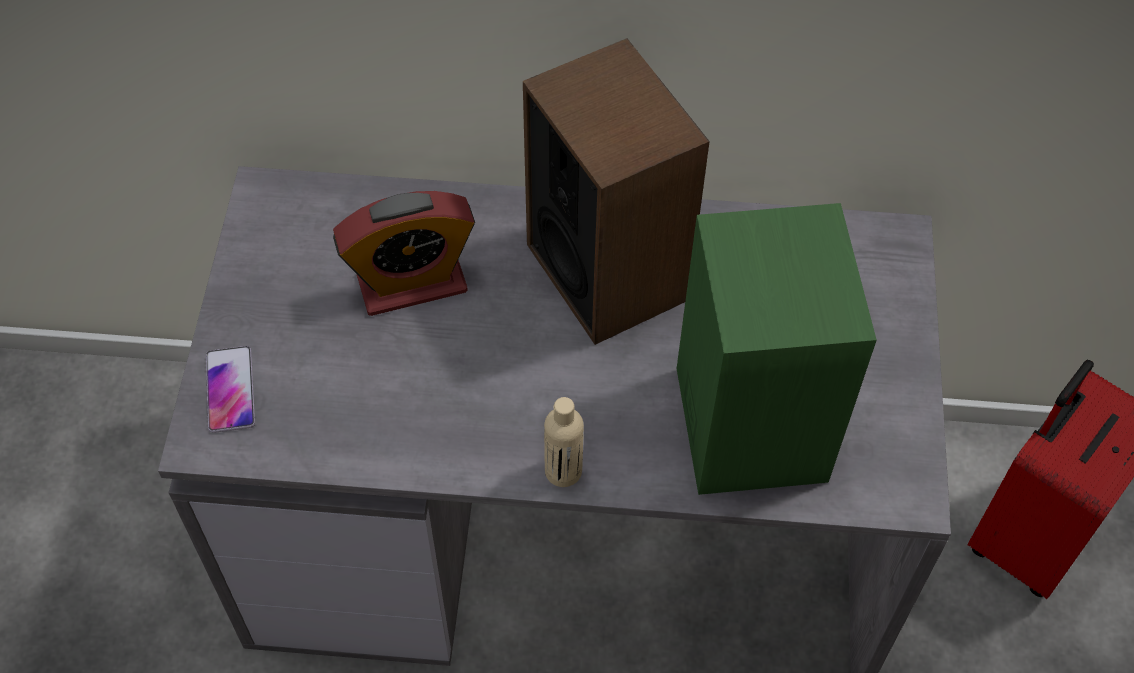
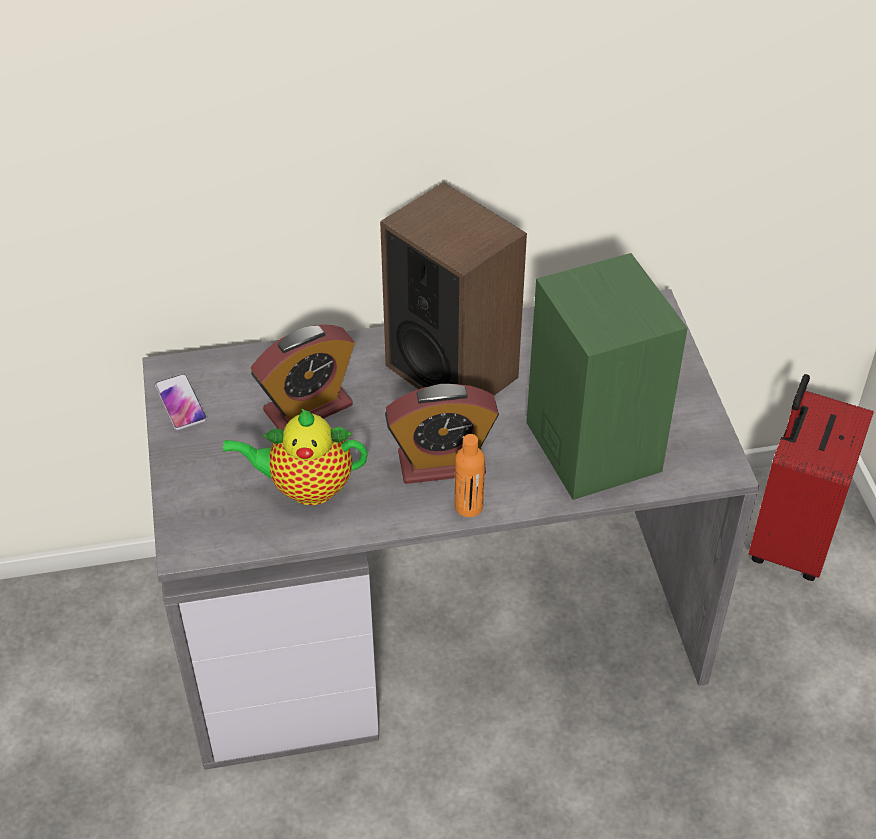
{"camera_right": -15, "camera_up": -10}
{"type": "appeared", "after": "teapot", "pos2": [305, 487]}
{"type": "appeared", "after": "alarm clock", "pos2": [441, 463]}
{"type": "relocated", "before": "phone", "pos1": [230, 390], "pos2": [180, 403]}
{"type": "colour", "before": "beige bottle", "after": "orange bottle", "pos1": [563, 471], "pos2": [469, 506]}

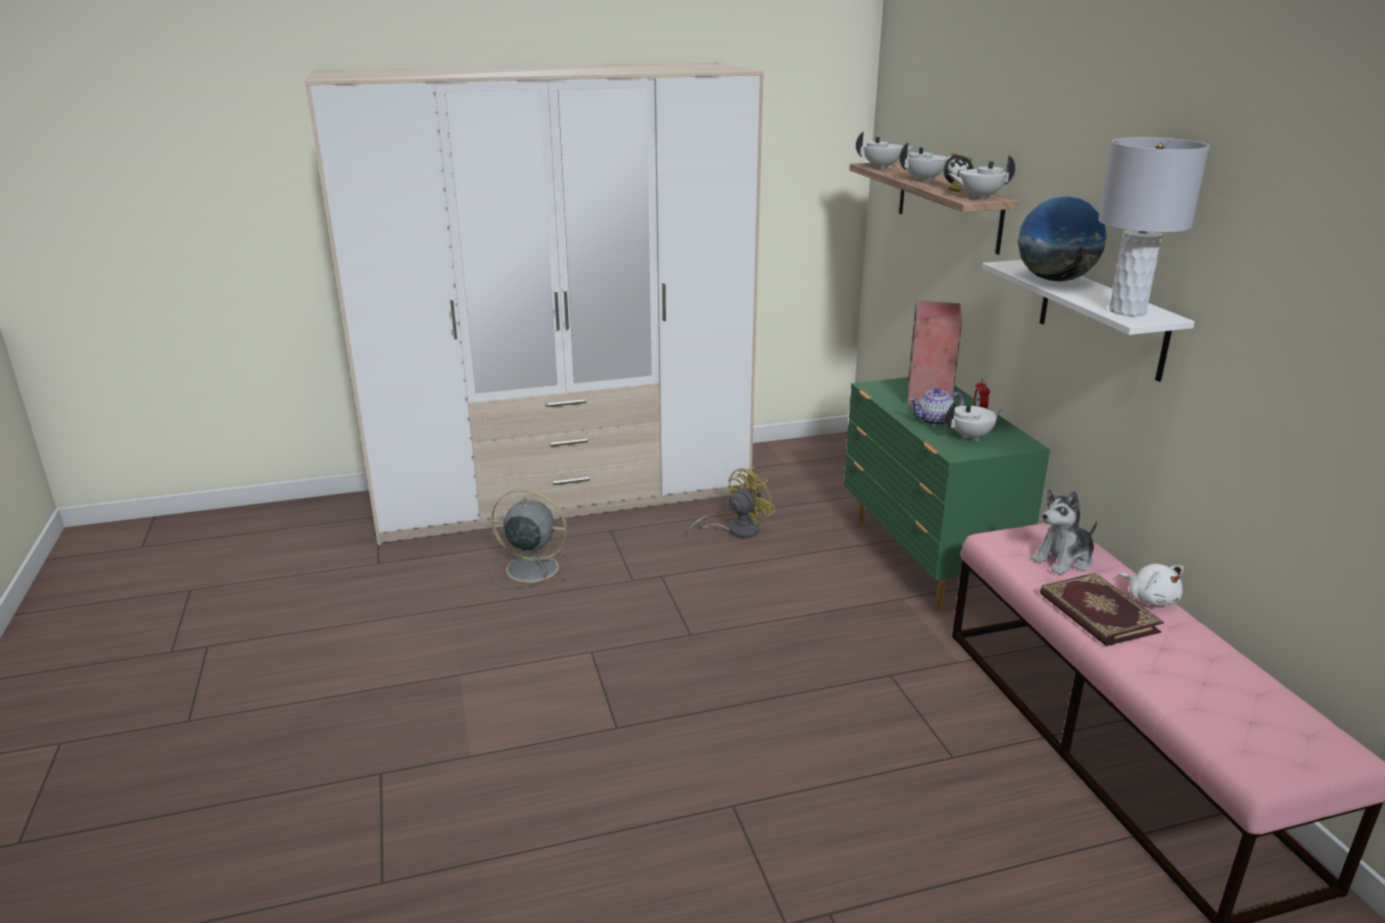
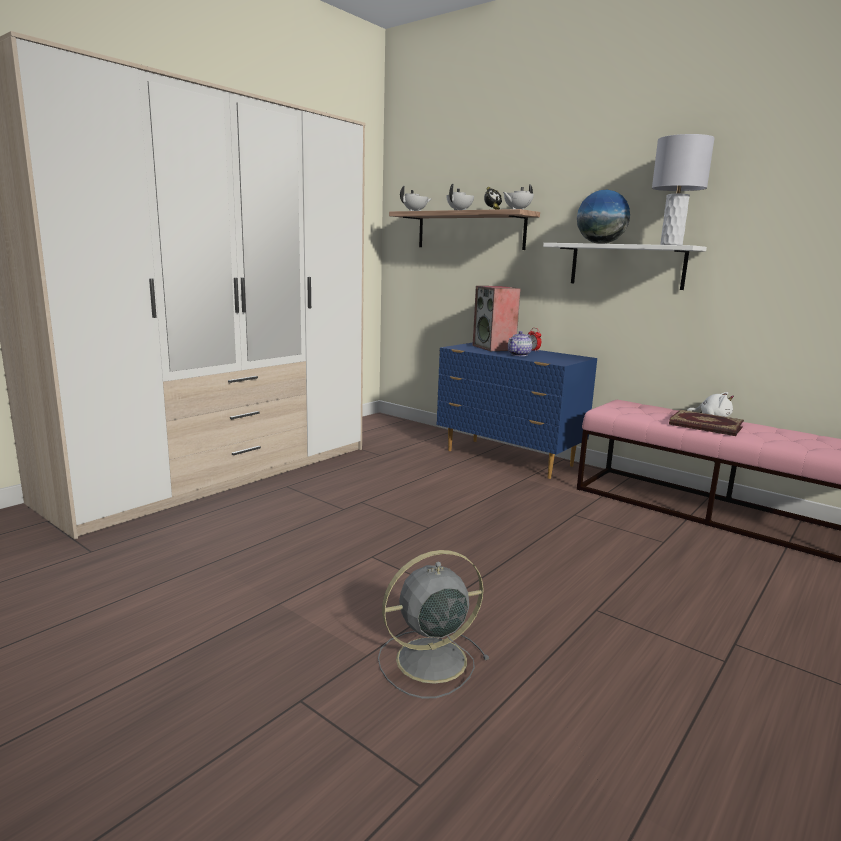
{"camera_right": -35, "camera_up": -10}
{"type": "missing", "before": "yellow fan", "pos1": [736, 530]}
{"type": "missing", "before": "white teapot", "pos1": [971, 436]}
{"type": "missing", "before": "plush toy", "pos1": [1063, 560]}
{"type": "relocated", "before": "grey fan", "pos1": [530, 568], "pos2": [428, 660]}
{"type": "colour", "before": "green dresser", "after": "blue dresser", "pos1": [926, 558], "pos2": [509, 459]}

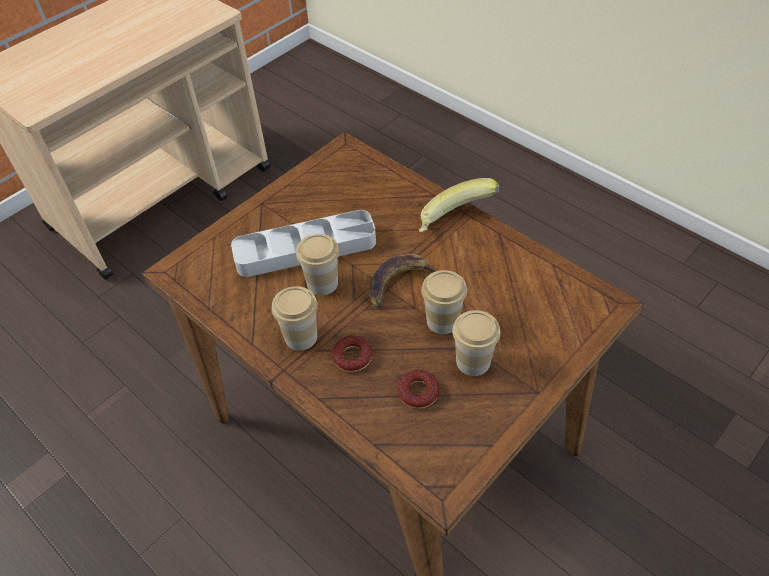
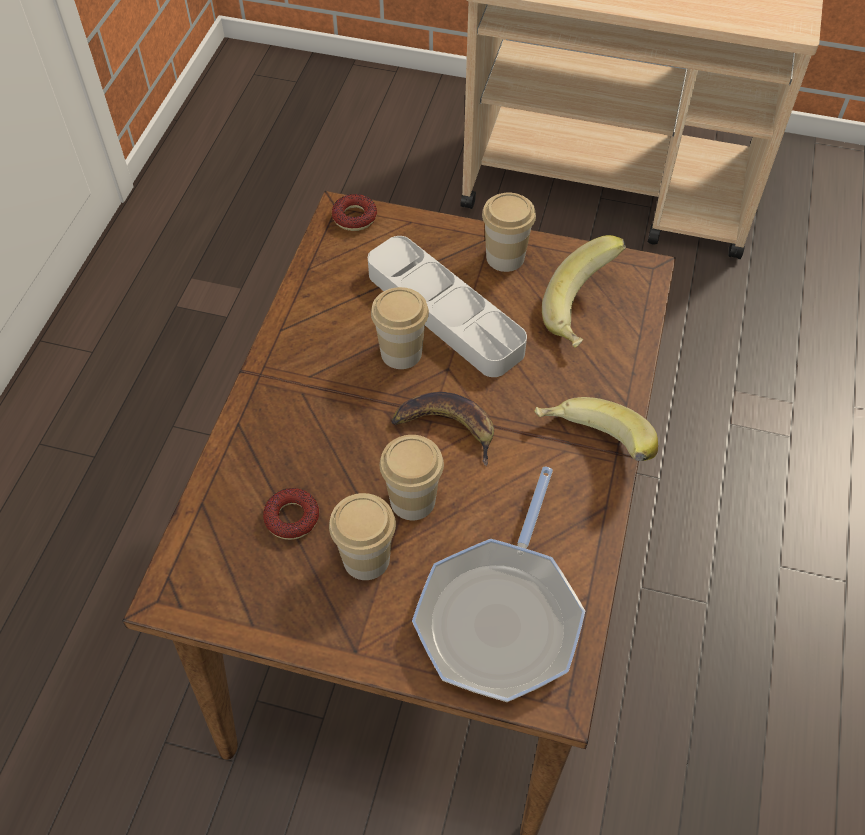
{"camera_right": 60, "camera_up": 5}
{"type": "appeared", "after": "frying pan", "pos2": [501, 615]}
{"type": "appeared", "after": "banana", "pos2": [584, 313]}
{"type": "relocated", "before": "cup", "pos1": [301, 337], "pos2": [505, 257]}
{"type": "relocated", "before": "donut", "pos1": [352, 357], "pos2": [355, 217]}

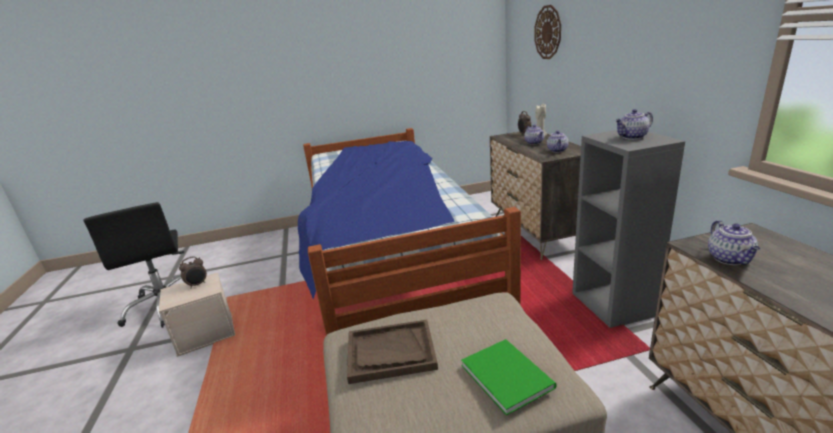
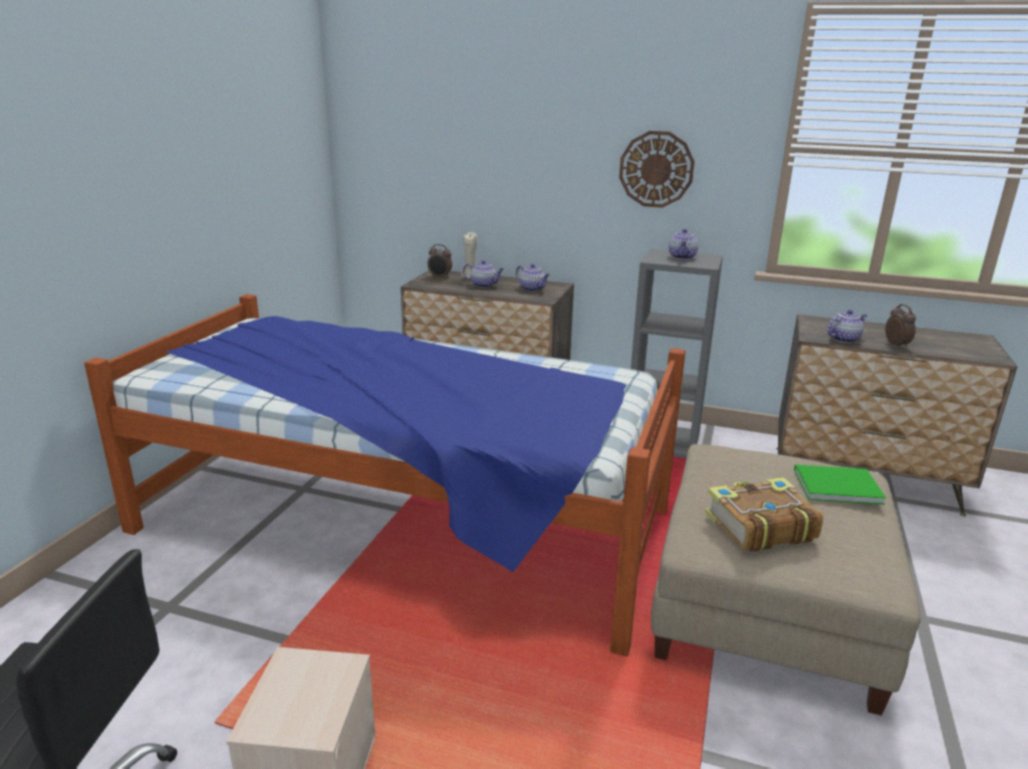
{"camera_right": -60, "camera_up": 0}
{"type": "relocated", "before": "alarm clock", "pos1": [197, 284], "pos2": [896, 345]}
{"type": "relocated", "before": "wall clock", "pos1": [548, 32], "pos2": [656, 169]}
{"type": "exchanged", "before": "brown tray", "after": "book", "pos1": [390, 353], "pos2": [758, 527]}
{"type": "spun", "before": "teapot", "pos1": [730, 259], "pos2": [844, 339], "turn": -60}

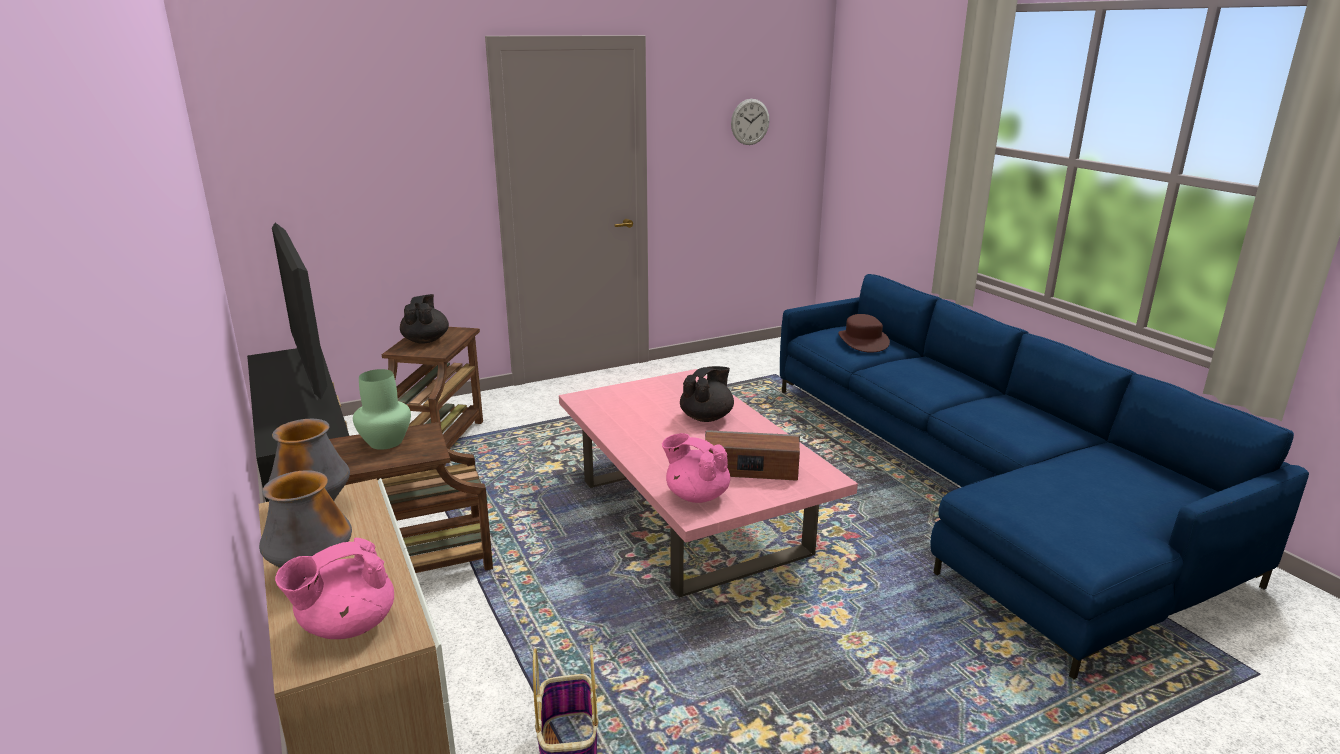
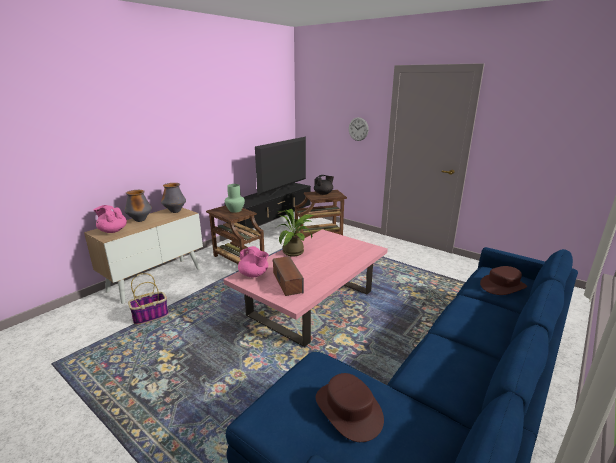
{"camera_right": 65, "camera_up": 0}
{"type": "missing", "before": "black teapot", "pos1": [707, 417]}
{"type": "appeared", "after": "potted plant", "pos2": [296, 252]}
{"type": "appeared", "after": "brown hat", "pos2": [348, 409]}
{"type": "relocated", "before": "wall clock", "pos1": [750, 122], "pos2": [358, 129]}
{"type": "spun", "before": "pink teapot", "pos1": [696, 495], "pos2": [254, 275], "turn": 120}

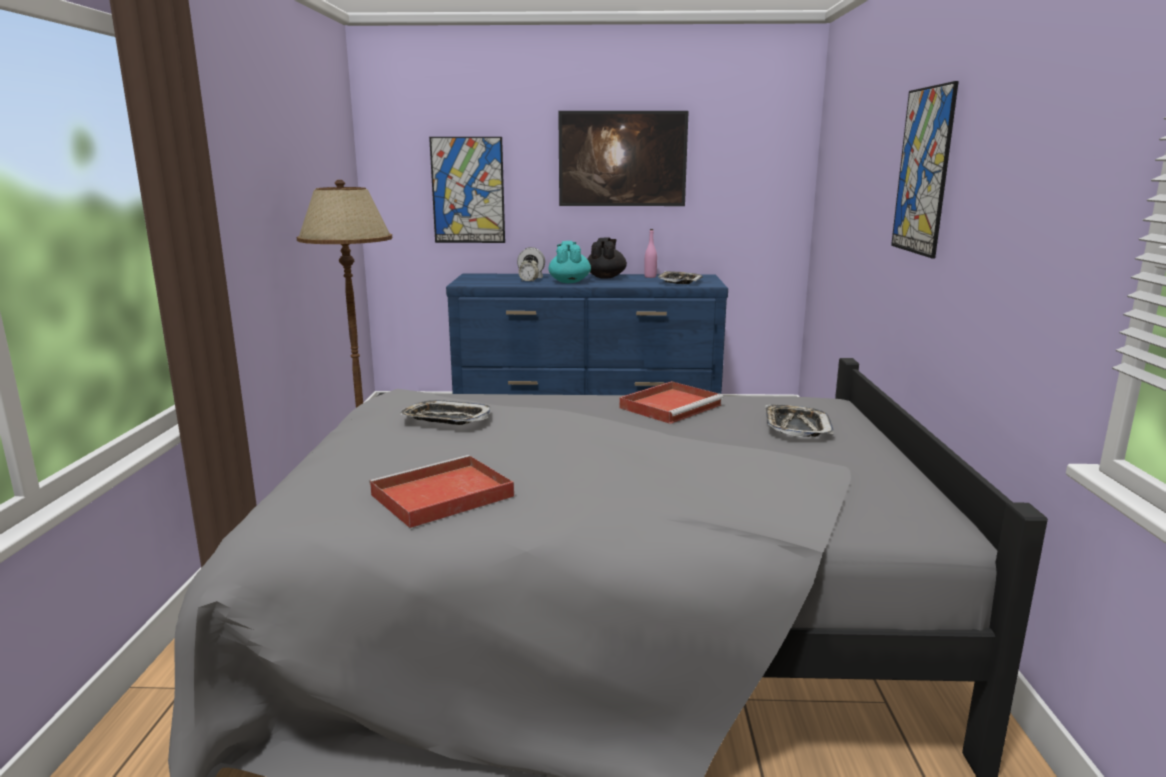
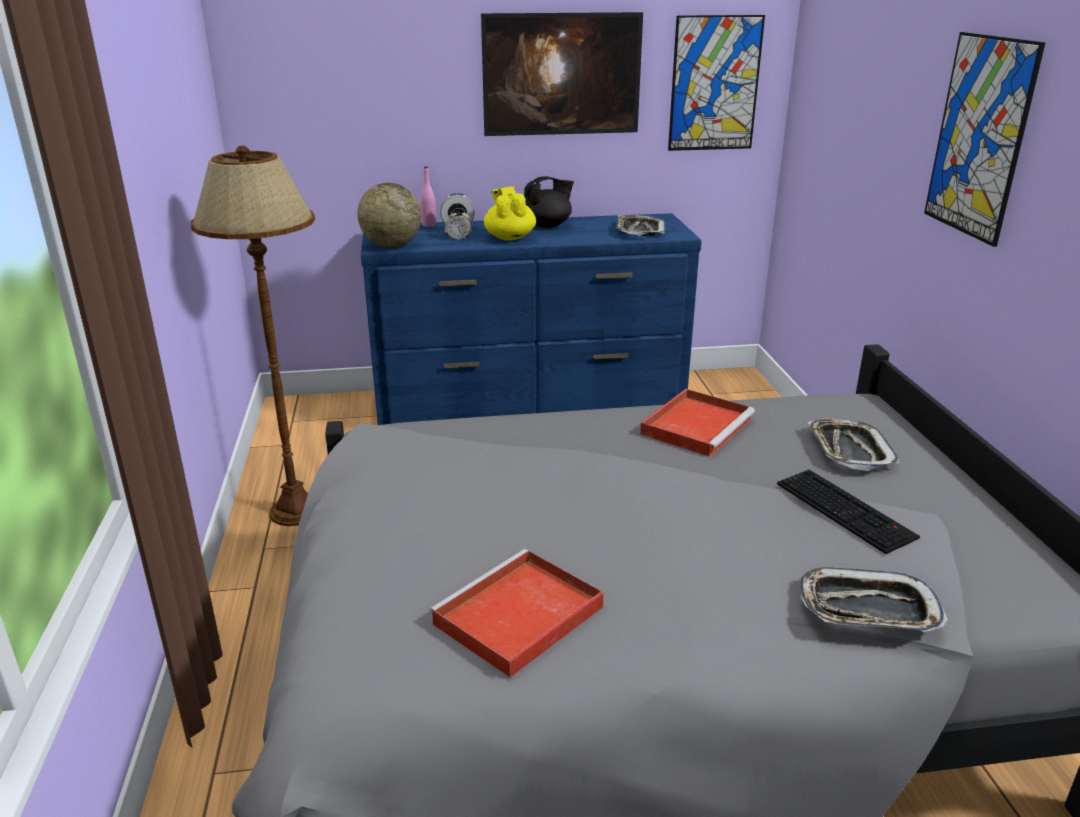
{"camera_right": -10, "camera_up": 10}
{"type": "appeared", "after": "globe", "pos2": [391, 245]}
{"type": "appeared", "after": "keyboard", "pos2": [847, 510]}
{"type": "relocated", "before": "tray", "pos1": [446, 419], "pos2": [867, 609]}
{"type": "relocated", "before": "picture", "pos1": [468, 190], "pos2": [714, 84]}
{"type": "relocated", "before": "pink bottle", "pos1": [650, 277], "pos2": [429, 225]}
{"type": "colour", "before": "turquoise teapot", "after": "yellow teapot", "pos1": [569, 282], "pos2": [509, 237]}
{"type": "spun", "before": "black teapot", "pos1": [606, 277], "pos2": [547, 225], "turn": 60}

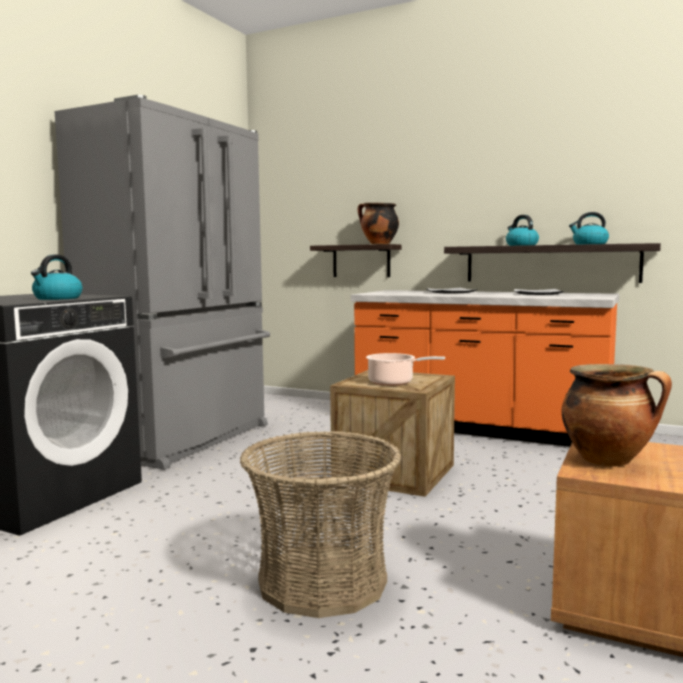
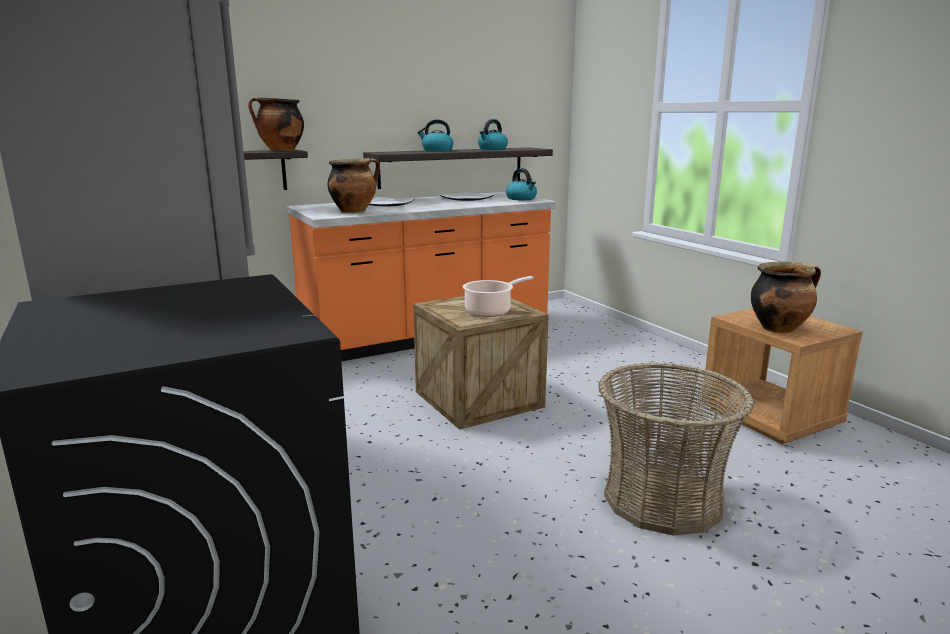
{"camera_right": -55, "camera_up": 10}
{"type": "appeared", "after": "cooking pot", "pos2": [354, 211]}
{"type": "relocated", "before": "kettle", "pos1": [57, 298], "pos2": [521, 199]}

